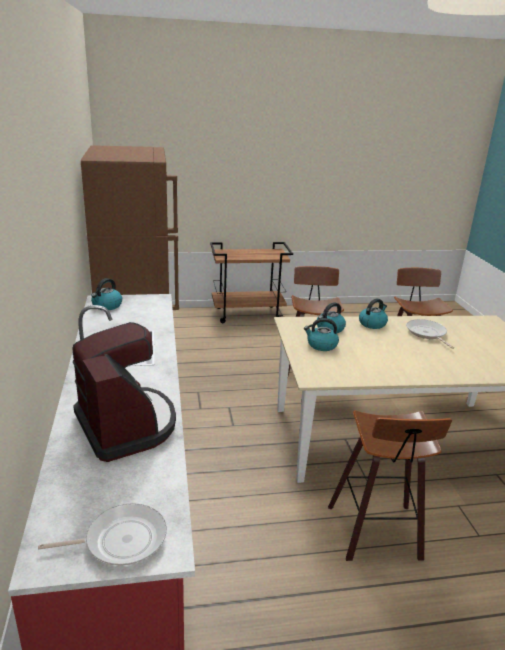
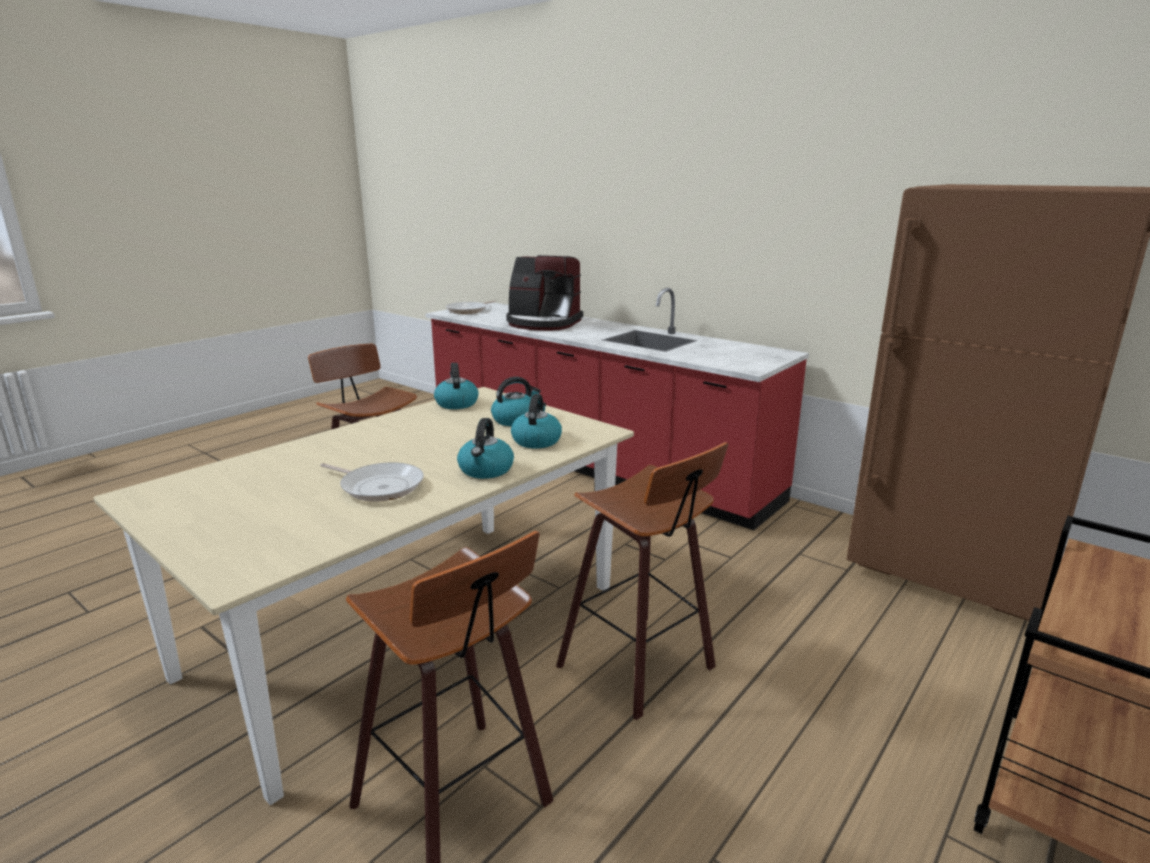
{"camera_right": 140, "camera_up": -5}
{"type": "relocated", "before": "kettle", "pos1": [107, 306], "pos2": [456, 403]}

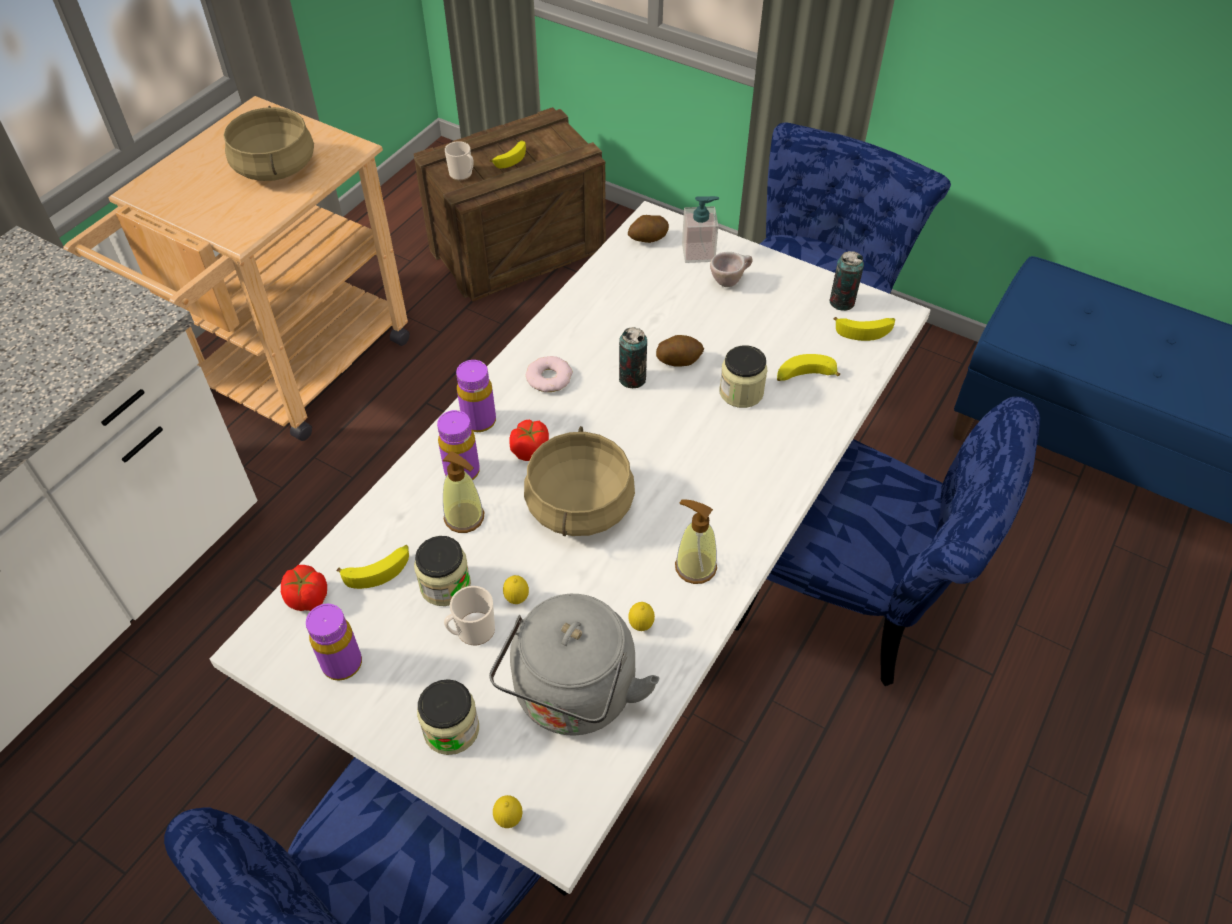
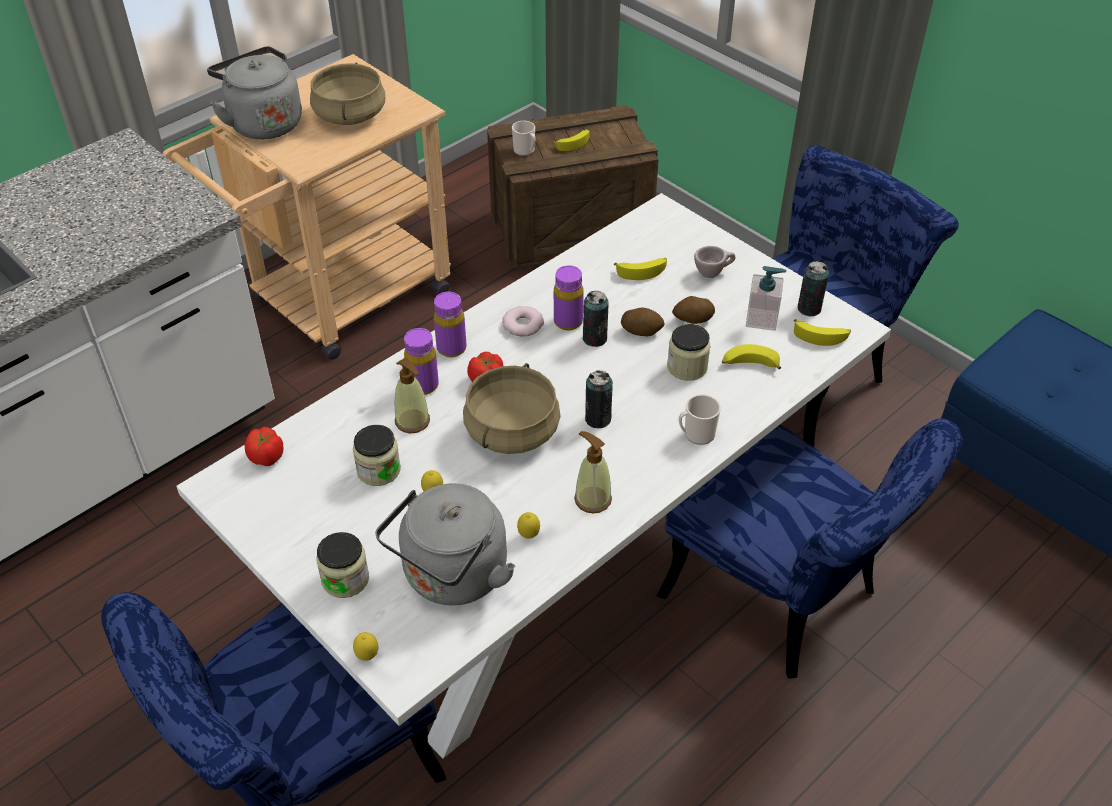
{"camera_right": 15, "camera_up": -5}
{"type": "appeared", "after": "grey kettle", "pos2": [263, 123]}
{"type": "appeared", "after": "can", "pos2": [598, 419]}
{"type": "relocated", "before": "purple bottle", "pos1": [342, 664], "pos2": [568, 322]}
{"type": "relocated", "before": "banana", "pos1": [378, 570], "pos2": [642, 271]}
{"type": "relocated", "before": "mug", "pos1": [472, 631], "pos2": [696, 434]}
{"type": "relocated", "before": "potato", "pos1": [648, 239], "pos2": [692, 319]}
{"type": "relocated", "before": "soap dispenser", "pos1": [698, 252], "pos2": [762, 319]}

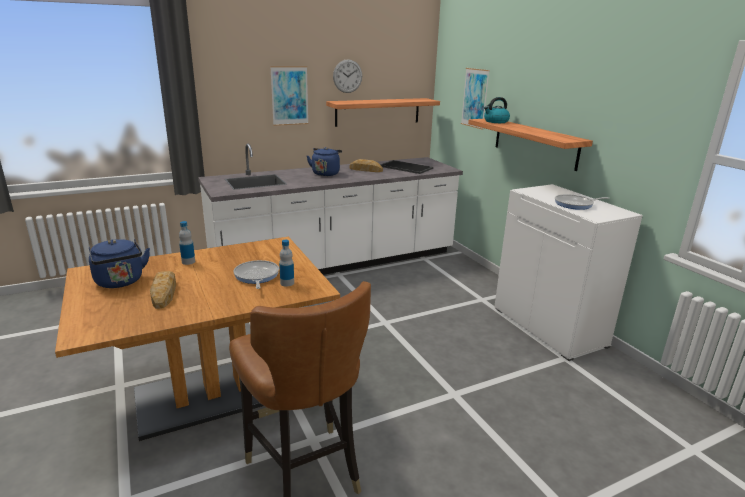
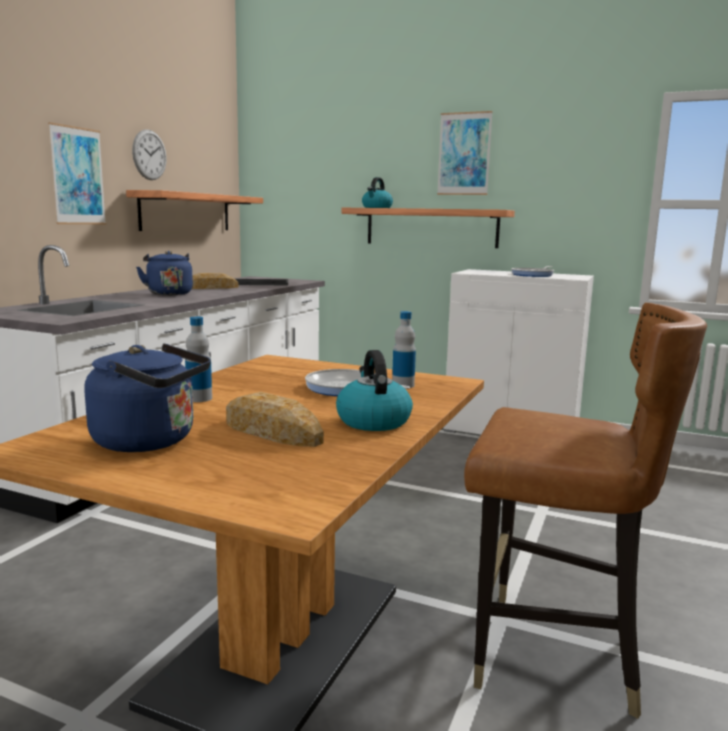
{"camera_right": -40, "camera_up": -10}
{"type": "appeared", "after": "kettle", "pos2": [372, 421]}
{"type": "relocated", "before": "picture", "pos1": [475, 98], "pos2": [464, 154]}

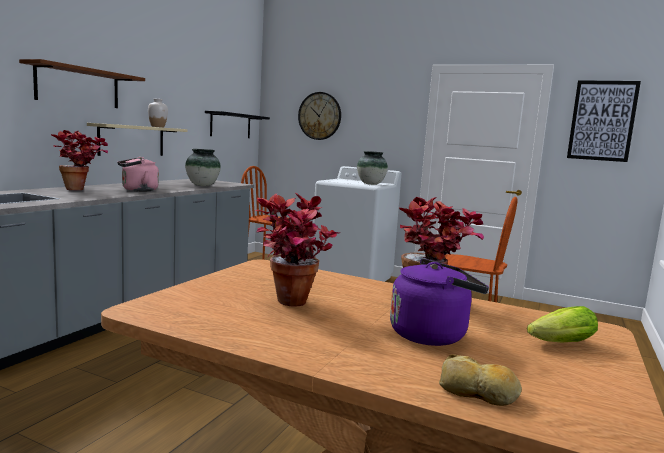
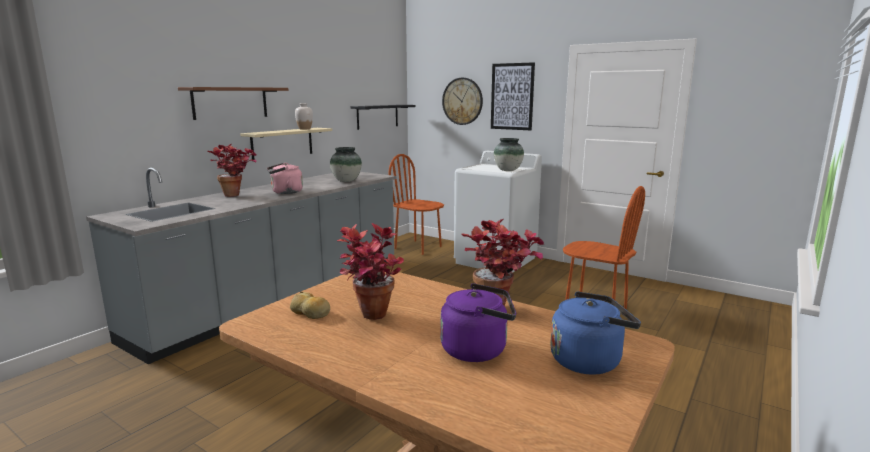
{"camera_right": 10, "camera_up": 5}
{"type": "relocated", "before": "bread", "pos1": [478, 392], "pos2": [310, 312]}
{"type": "relocated", "before": "picture", "pos1": [602, 121], "pos2": [512, 96]}
{"type": "exchanged", "before": "lettuce", "after": "blue kettle", "pos1": [557, 344], "pos2": [589, 360]}

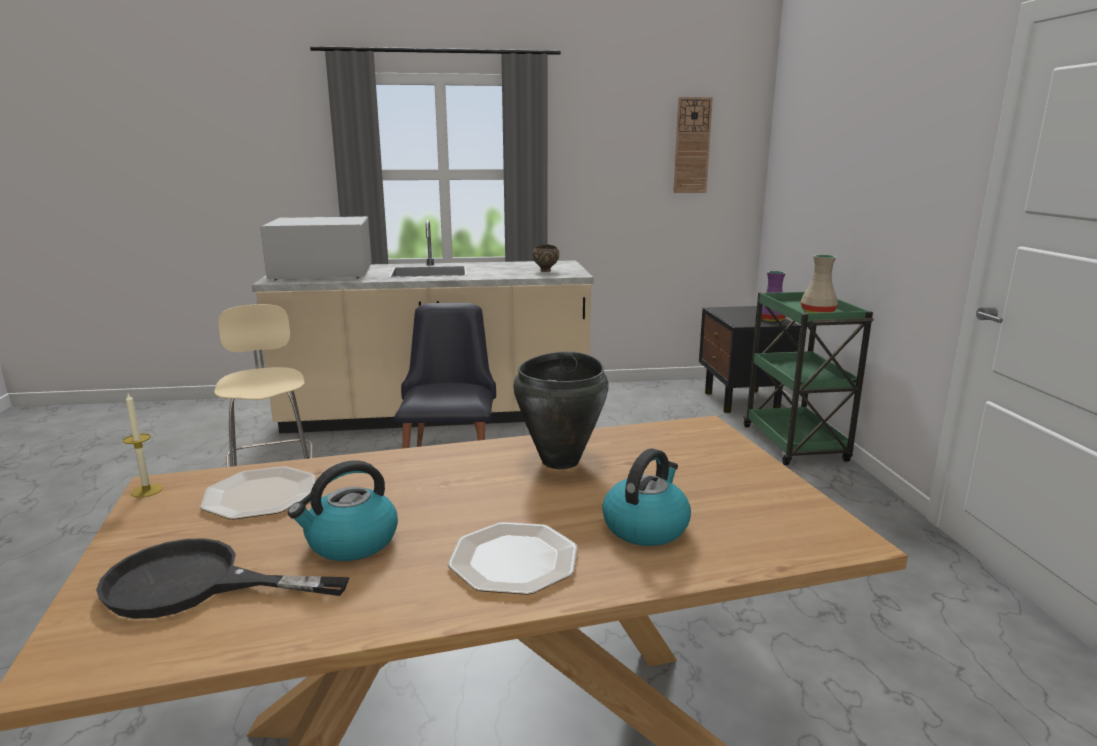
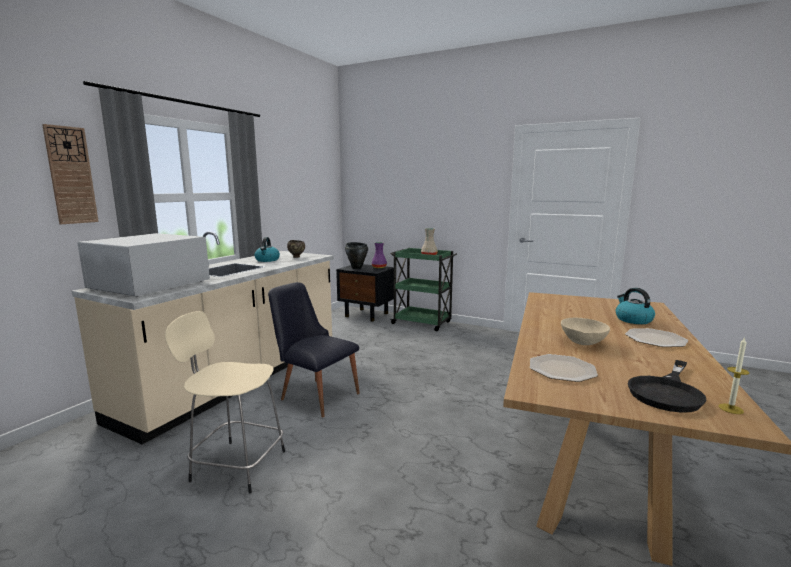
{"camera_right": -55, "camera_up": -5}
{"type": "appeared", "after": "beige bowl", "pos2": [583, 342]}
{"type": "relocated", "before": "candle", "pos1": [147, 491], "pos2": [730, 409]}
{"type": "relocated", "before": "kettle", "pos1": [351, 542], "pos2": [267, 260]}
{"type": "relocated", "before": "black cooking pot", "pos1": [561, 461], "pos2": [357, 268]}
{"type": "relocated", "before": "wall clock", "pos1": [692, 146], "pos2": [71, 175]}

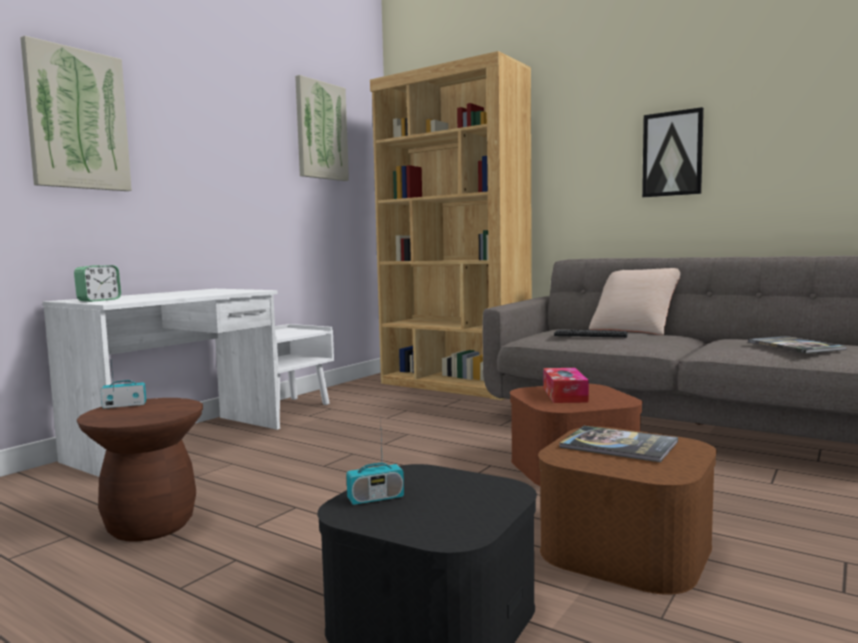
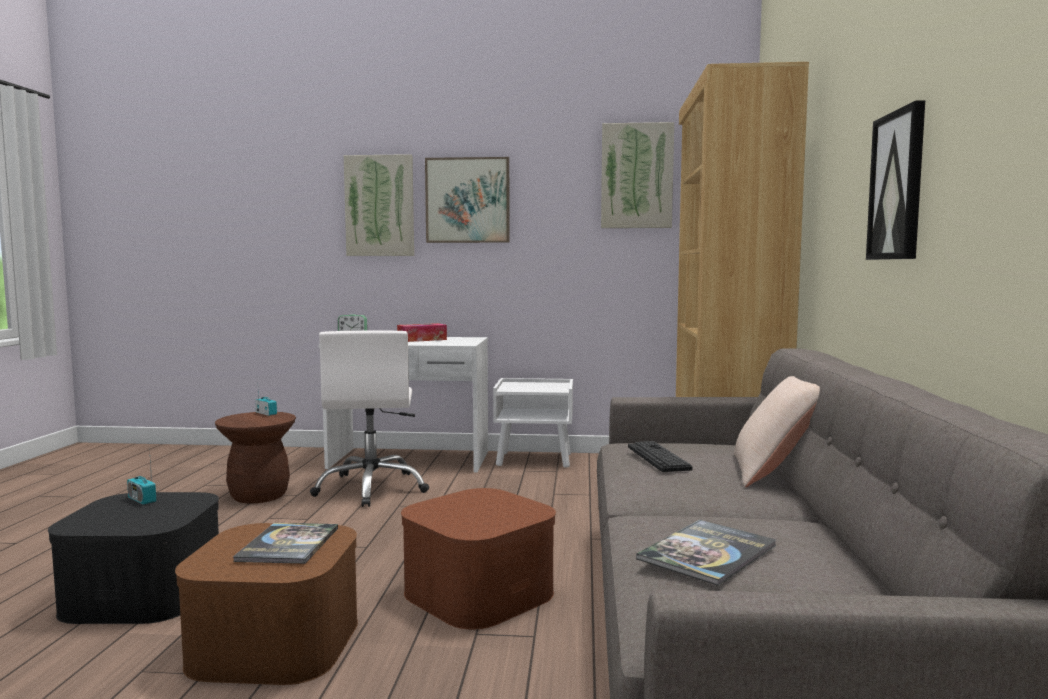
{"camera_right": 60, "camera_up": 0}
{"type": "appeared", "after": "white office chair", "pos2": [372, 488]}
{"type": "appeared", "after": "picture", "pos2": [467, 200]}
{"type": "relocated", "before": "tissue box", "pos1": [564, 395], "pos2": [422, 339]}

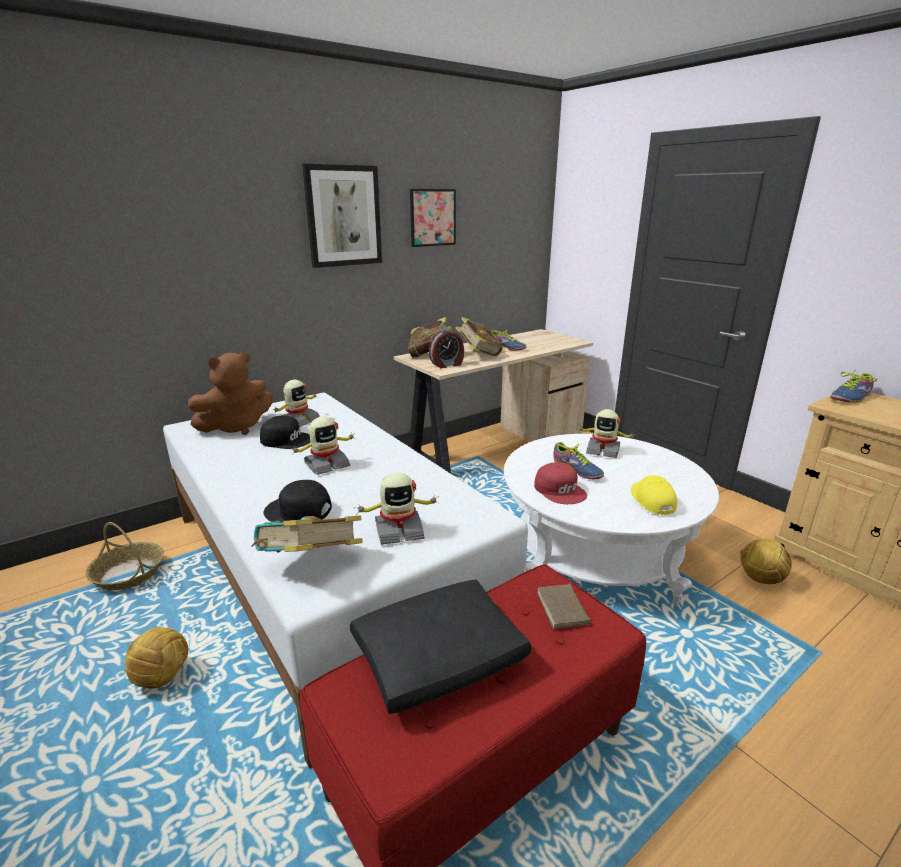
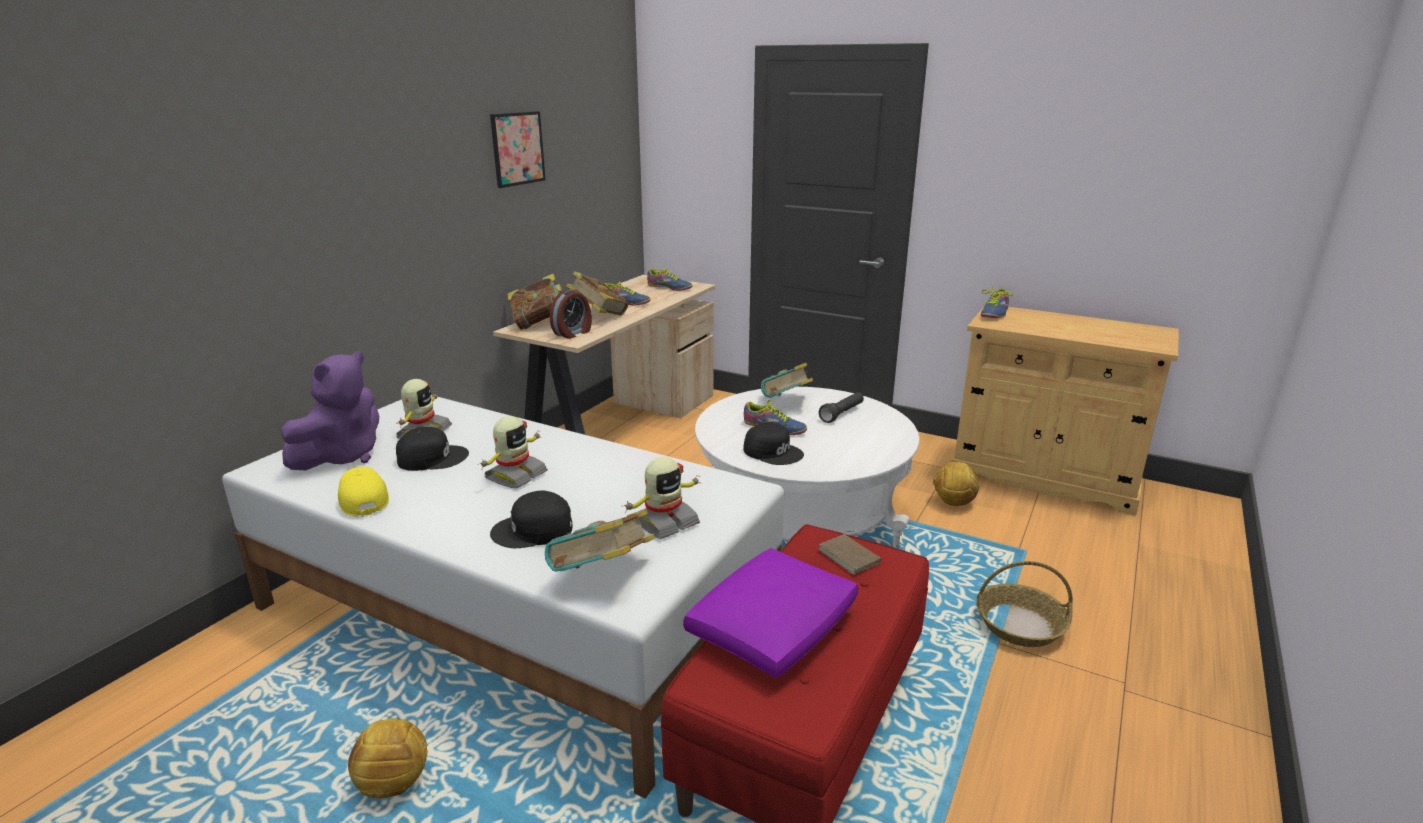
{"camera_right": -25, "camera_up": 0}
{"type": "missing", "before": "picture", "pos1": [343, 216]}
{"type": "appeared", "after": "shoe", "pos2": [669, 287]}
{"type": "appeared", "after": "black flashlight", "pos2": [842, 414]}
{"type": "relocated", "before": "basket", "pos1": [129, 573], "pos2": [1020, 625]}
{"type": "relocated", "before": "yellow cap", "pos1": [652, 500], "pos2": [363, 499]}
{"type": "exchanged", "before": "toy robot", "after": "book", "pos1": [603, 450], "pos2": [786, 404]}
{"type": "colour", "before": "brown plush toy", "after": "purple plush toy", "pos1": [236, 427], "pos2": [342, 456]}
{"type": "colour", "before": "black pillow", "after": "purple pillow", "pos1": [440, 656], "pos2": [773, 626]}
{"type": "colour", "before": "red cap", "after": "black cap", "pos1": [560, 490], "pos2": [773, 452]}

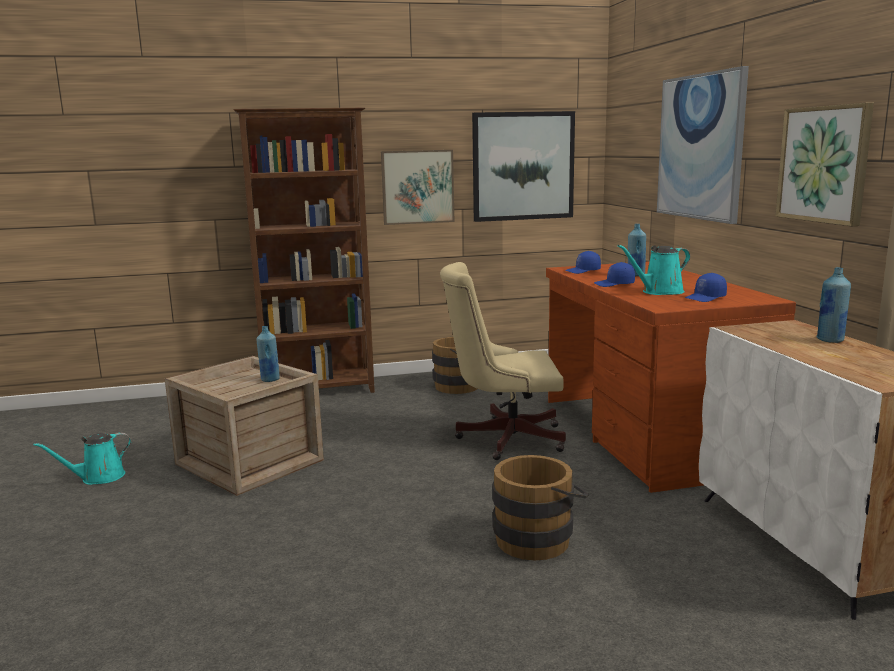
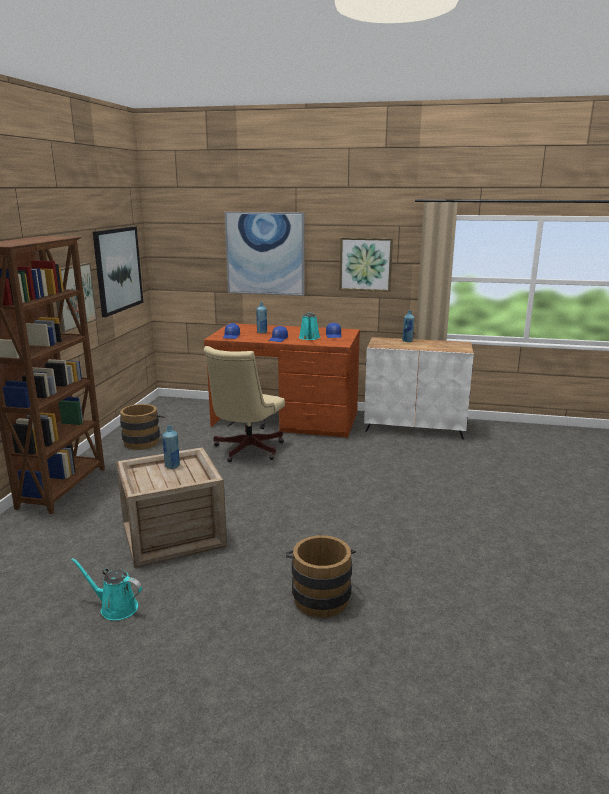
{"camera_right": -65, "camera_up": 5}
{"type": "relocated", "before": "brown bucket", "pos1": [538, 538], "pos2": [320, 595]}
{"type": "spun", "before": "turquoise watering can", "pos1": [98, 478], "pos2": [115, 607], "turn": 120}

